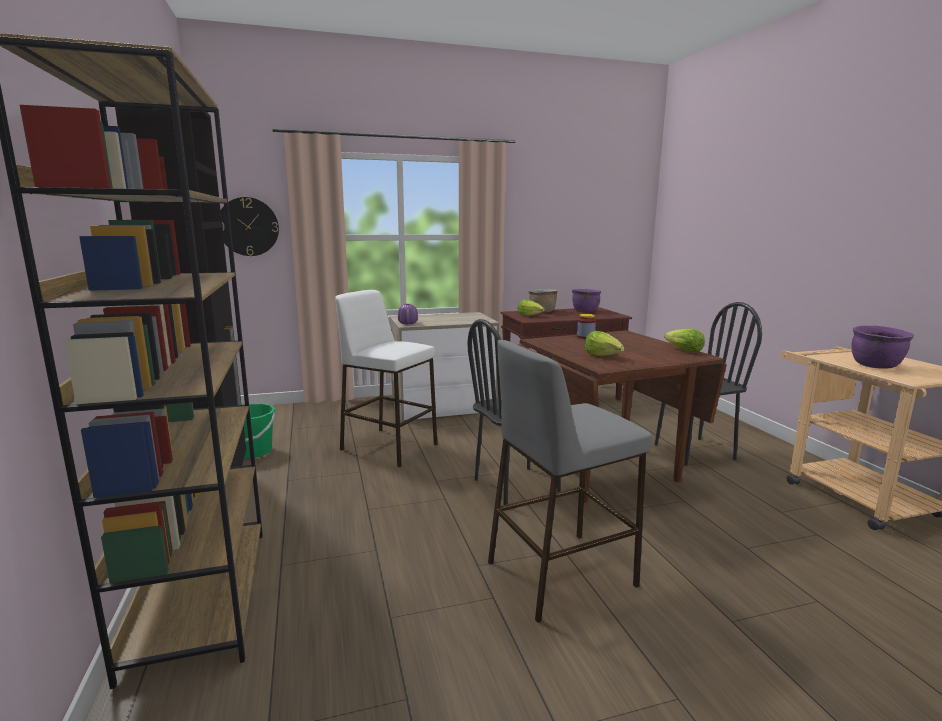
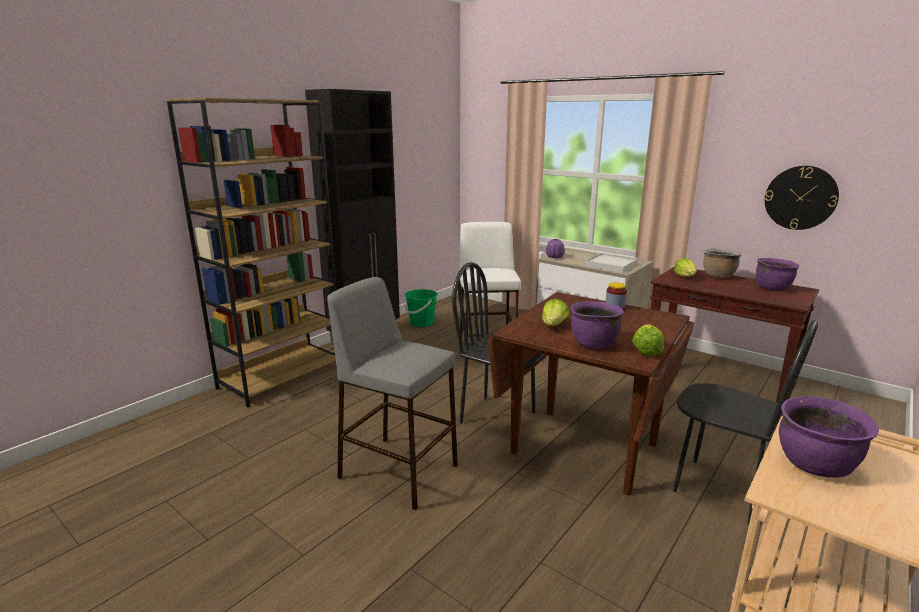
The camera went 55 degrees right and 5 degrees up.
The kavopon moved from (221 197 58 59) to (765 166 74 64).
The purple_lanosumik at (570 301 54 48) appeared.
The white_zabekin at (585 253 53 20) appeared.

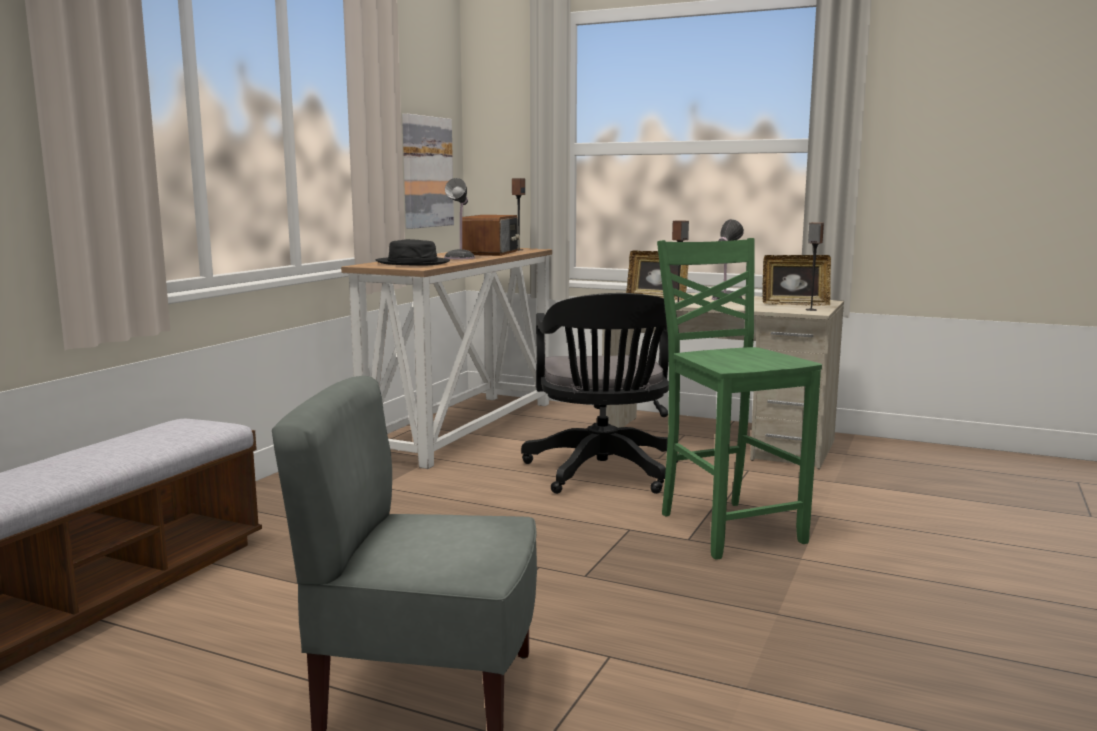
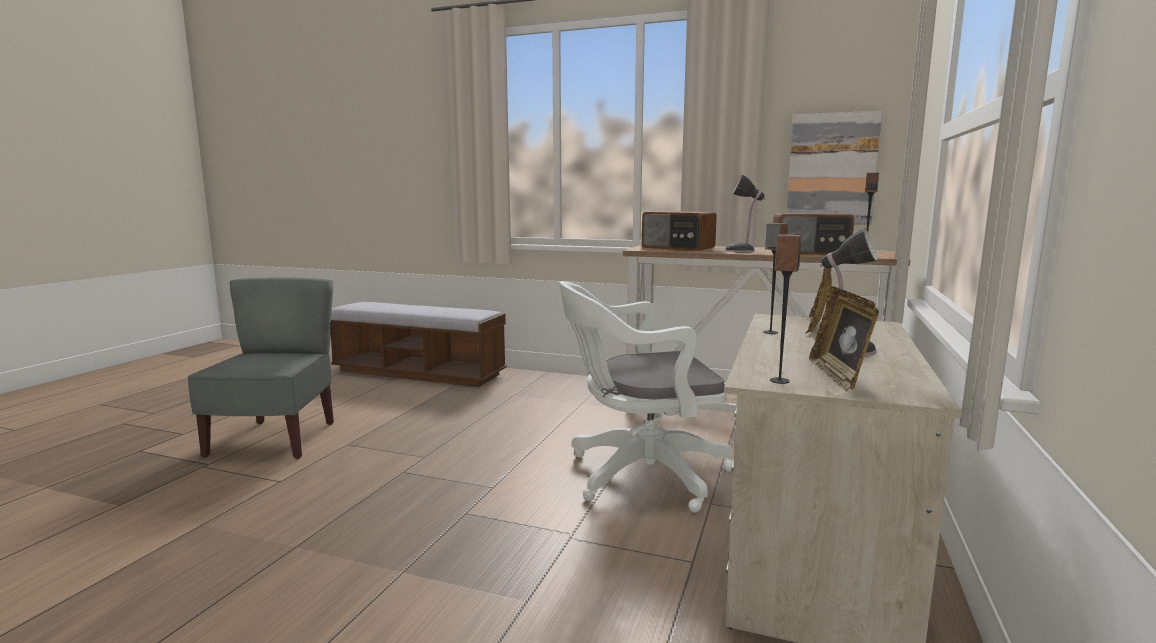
The camera went 85 degrees right and 0 degrees up.
The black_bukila at (376 239 74 27) was replaced by the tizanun at (642 211 75 40).
The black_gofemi at (521 293 157 201) became the white_gofemi at (559 281 174 232).
The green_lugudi at (657 238 165 322) disappeared.

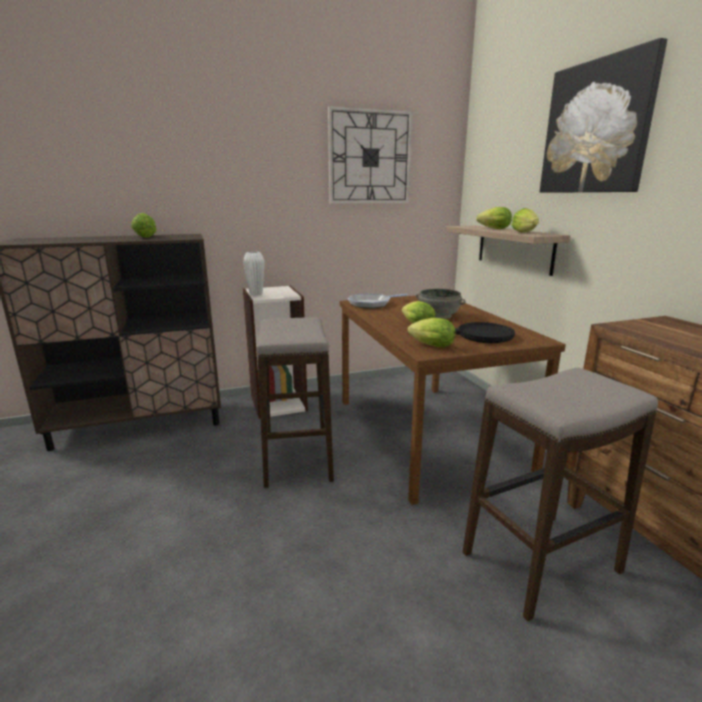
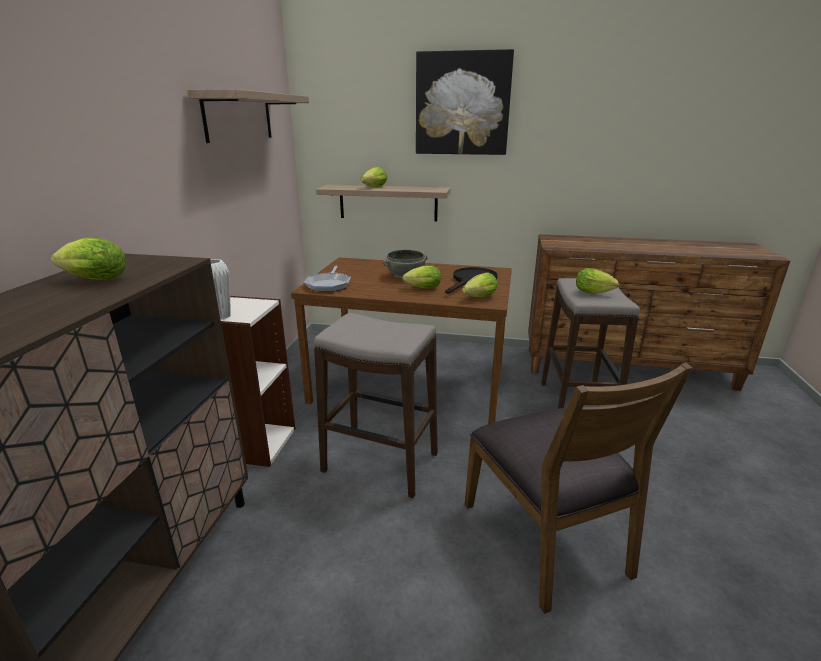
The camera went 60 degrees left and 5 degrees up.
The kavopon at (328 106 85 98) was replaced by the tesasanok at (187 89 122 54).
The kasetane moved from (512 208 27 25) to (576 268 43 26).
The brown_lugudi at (465 363 228 251) appeared.

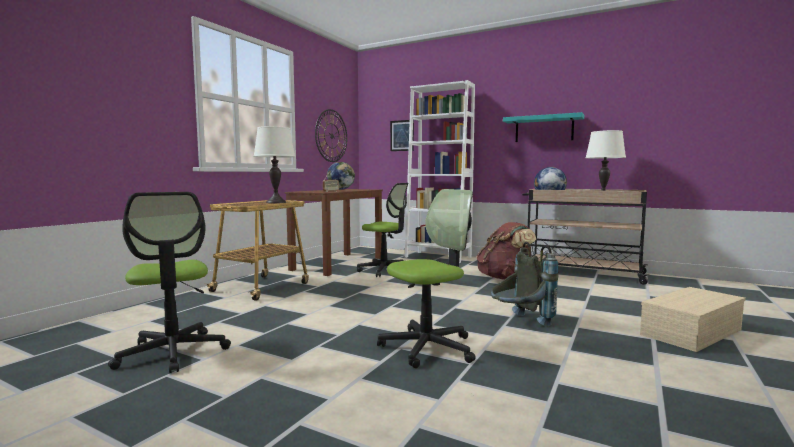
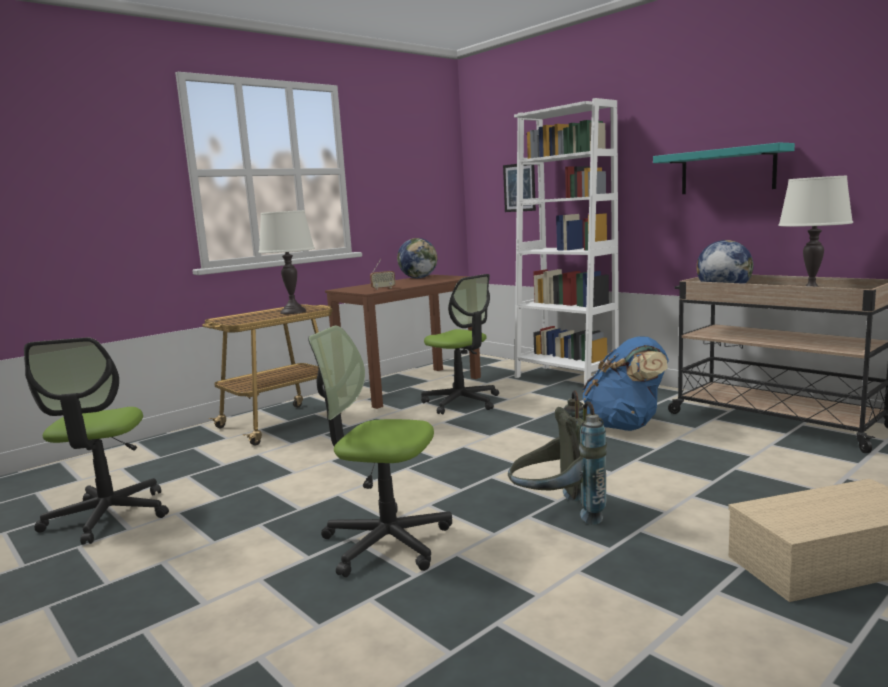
The camera went 20 degrees right and 5 degrees up.
The kavopon at (315 109 32 53) disappeared.
The gofemi at (377 189 99 179) turned 150 degrees counterclockwise.
The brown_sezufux at (476 222 60 58) became the blue_sezufux at (583 336 86 95).

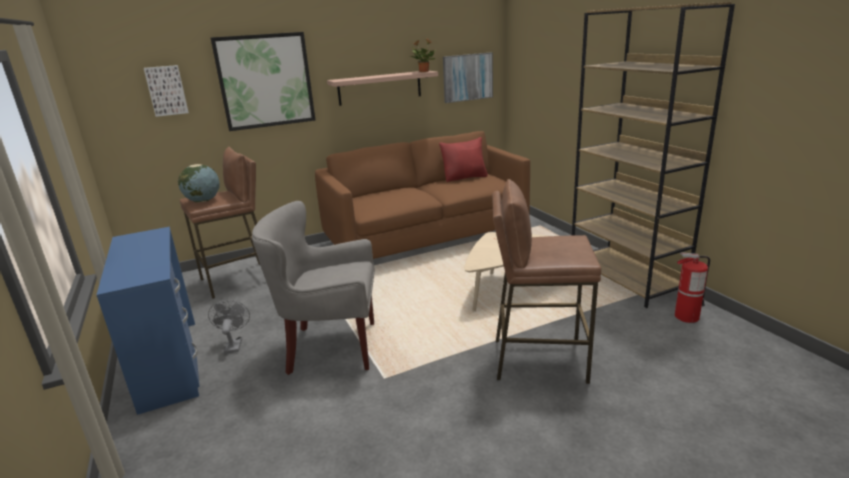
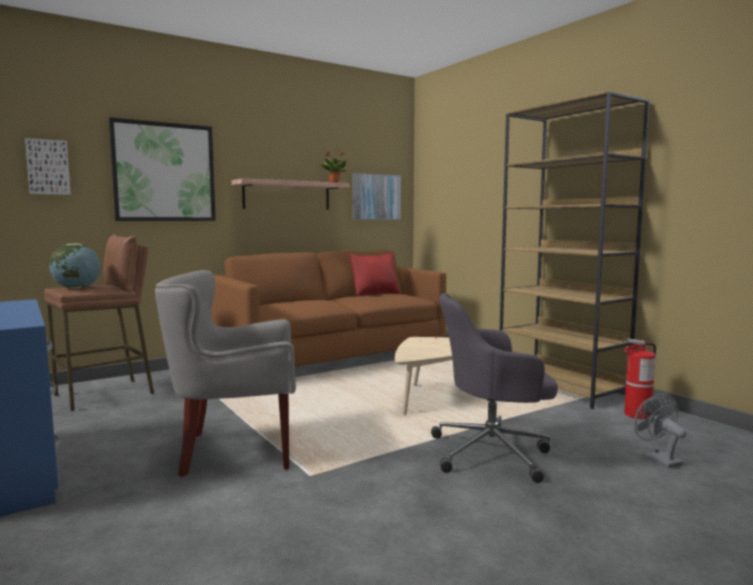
The camera went 10 degrees left and 15 degrees down.
The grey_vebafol moved from (208 300 42 54) to (635 393 52 75).
The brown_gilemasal at (492 179 109 205) was replaced by the grey_gofemi at (431 293 127 190).

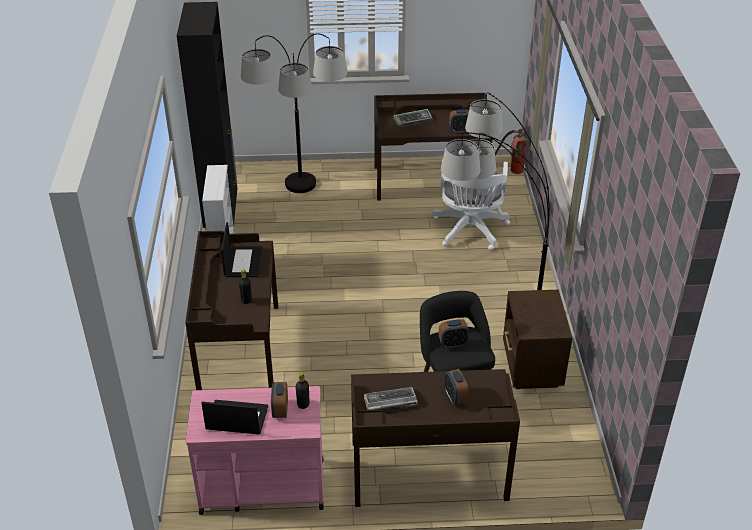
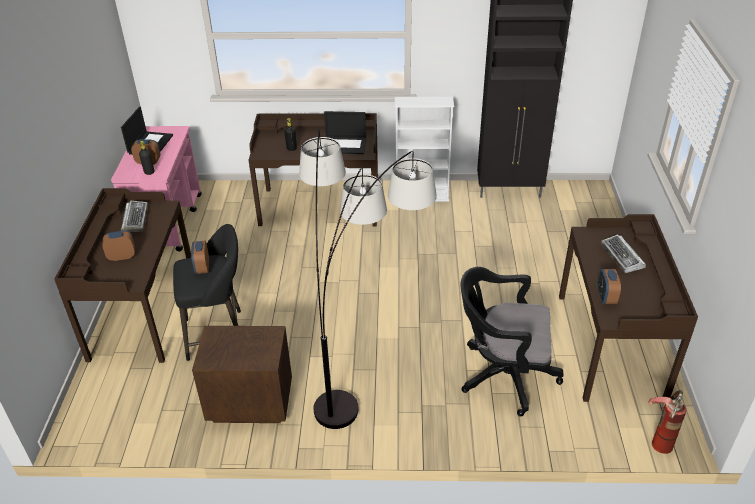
The camera went 95 degrees right and 0 degrees up.
The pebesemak at (241 33 107 160) disappeared.
The white_gofemi at (432 159 78 91) became the black_gofemi at (461 267 102 150).

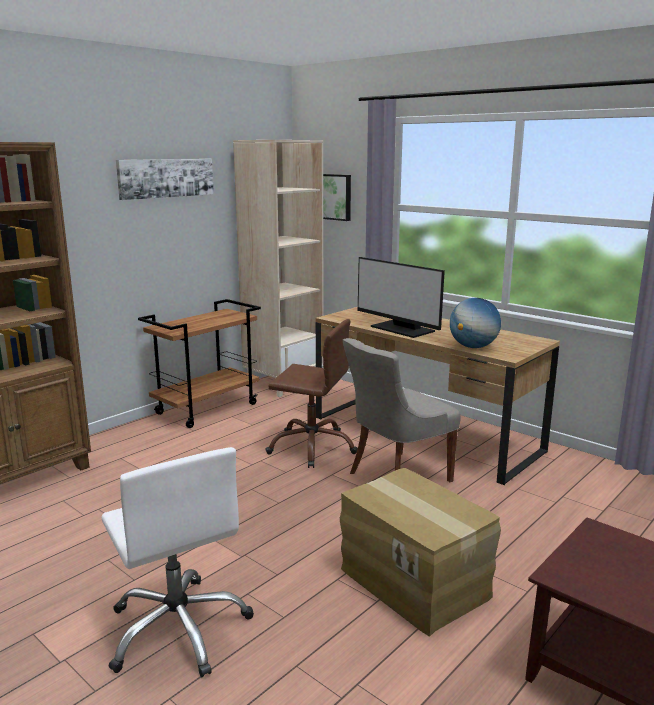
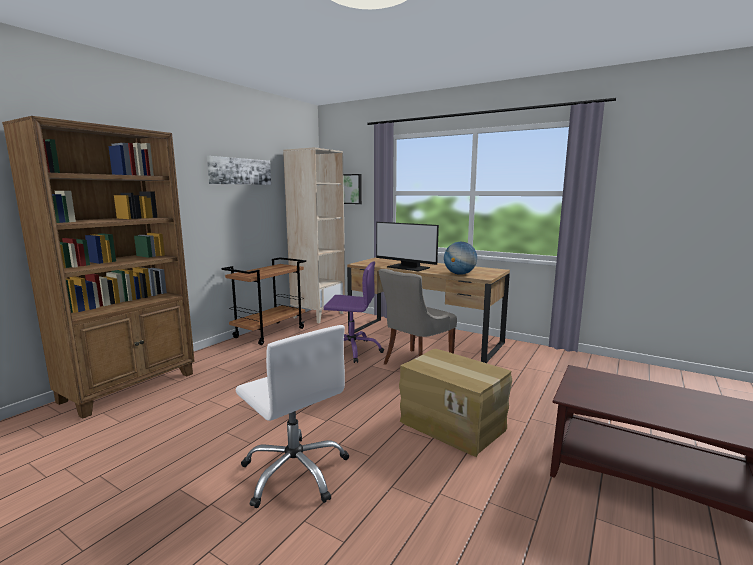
The camera went 10 degrees left and 5 degrees down.
The brown_gofemi at (265 319 93 149) became the purple_gofemi at (324 261 60 102).

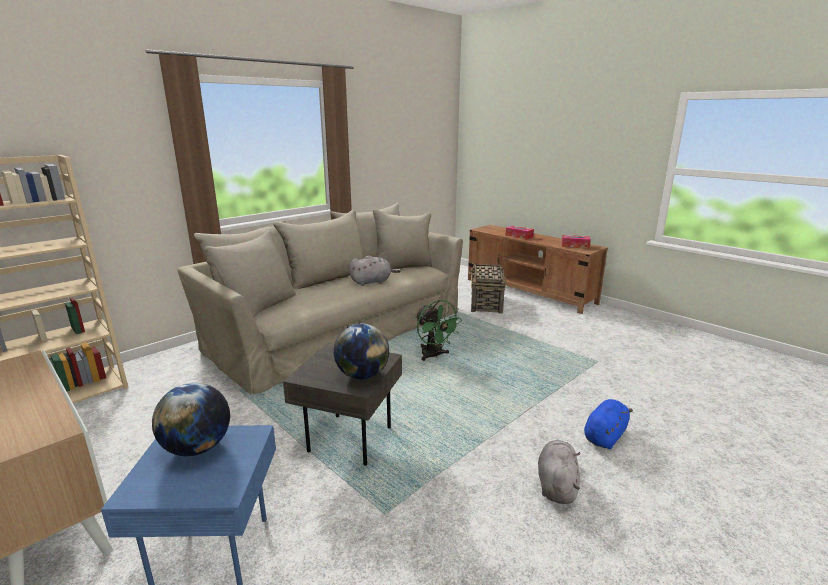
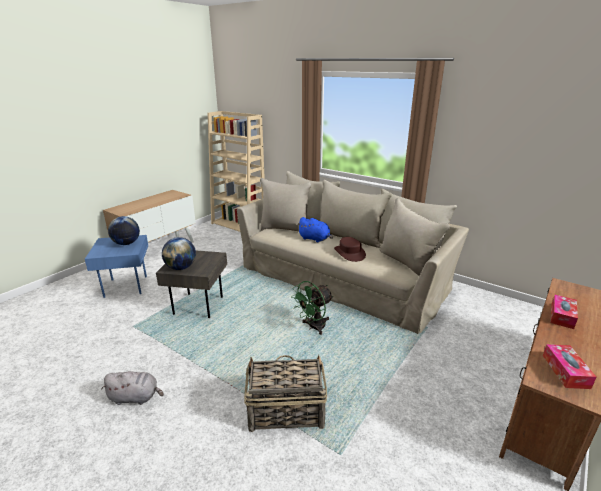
The camera went 80 degrees right and 5 degrees up.
The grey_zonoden at (349 256 51 30) was replaced by the brown_bukila at (334 237 32 25).
The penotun moved from (469 262 37 52) to (244 355 83 78).
The blue_zonoden moved from (584 399 49 50) to (297 217 36 26).

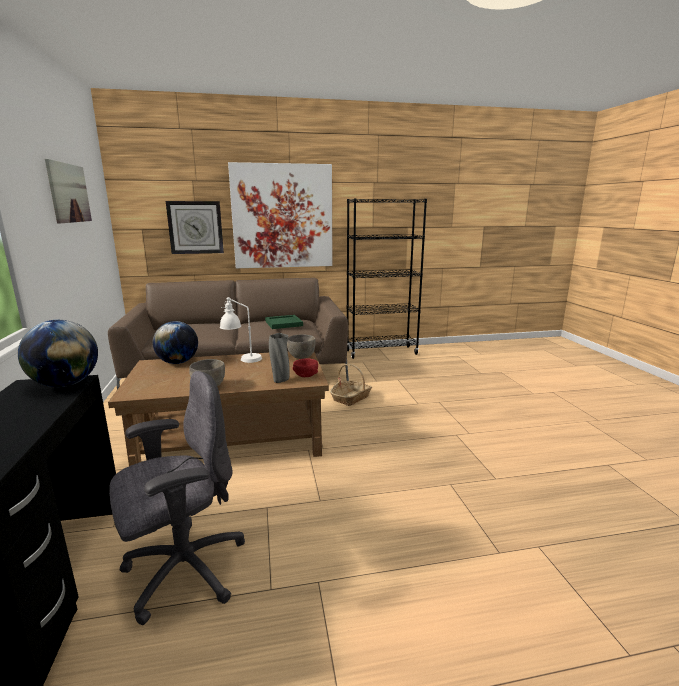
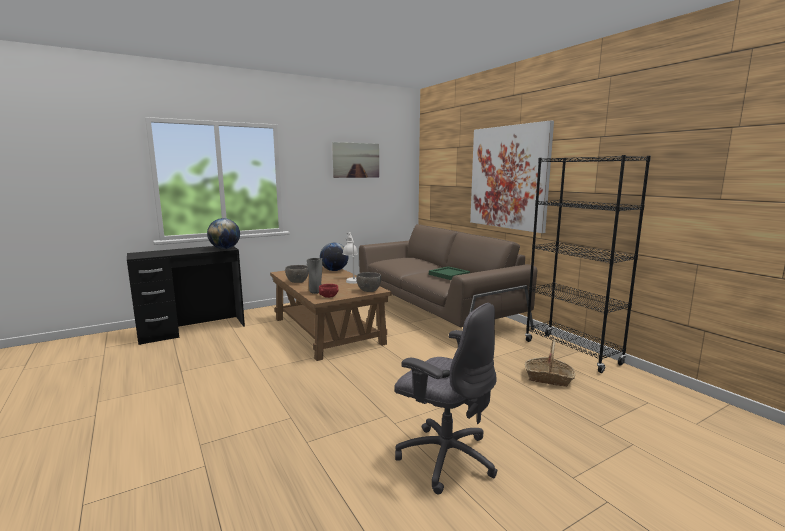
The camera went 70 degrees right and 5 degrees down.
The grey_gofemi moved from (109 371 136 254) to (394 303 104 191).
The kavopon at (166 201 58 53) disappeared.
The penotun moved from (330 364 42 42) to (525 340 50 47).

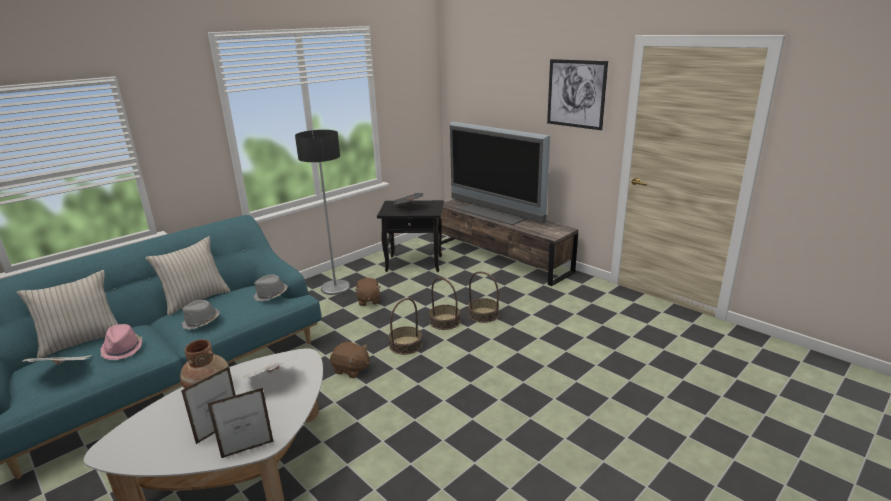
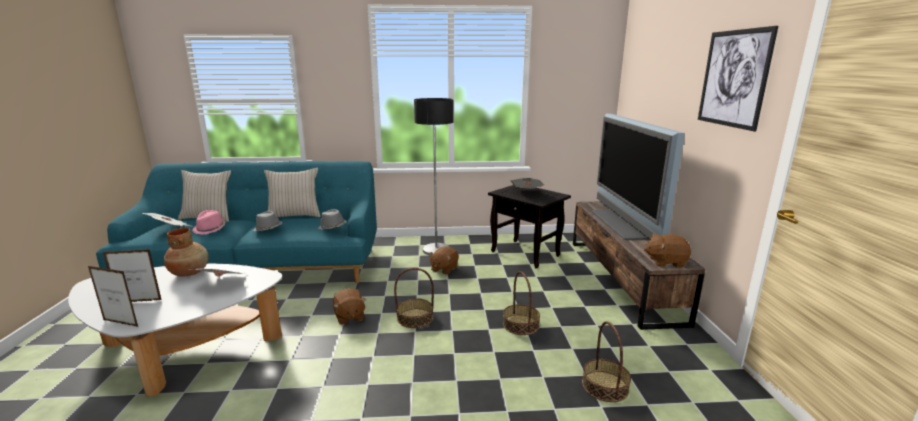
The camera went 40 degrees right and 5 degrees down.
The penotun moved from (429 277 32 53) to (582 321 49 81).
The brown_zonoden at (644 233 47 35) appeared.

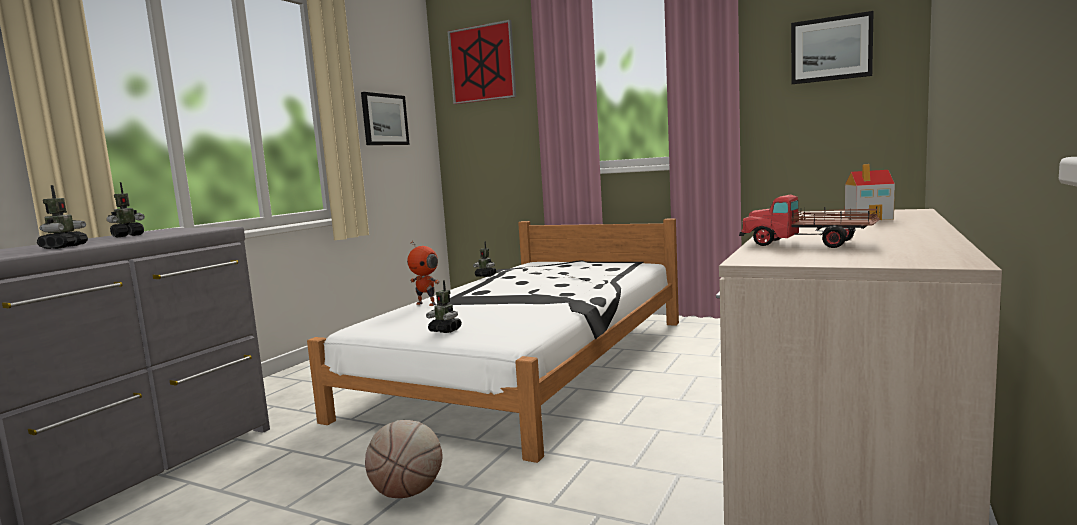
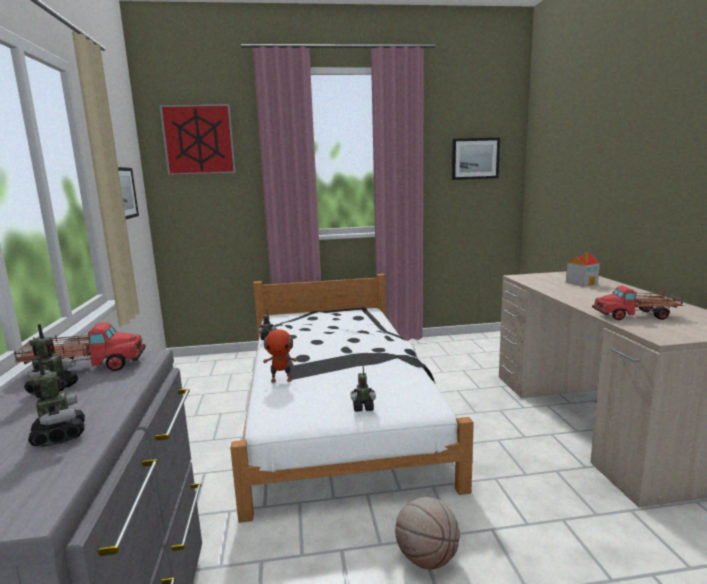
The camera went 35 degrees left and 5 degrees up.
The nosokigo at (14 322 132 49) appeared.

